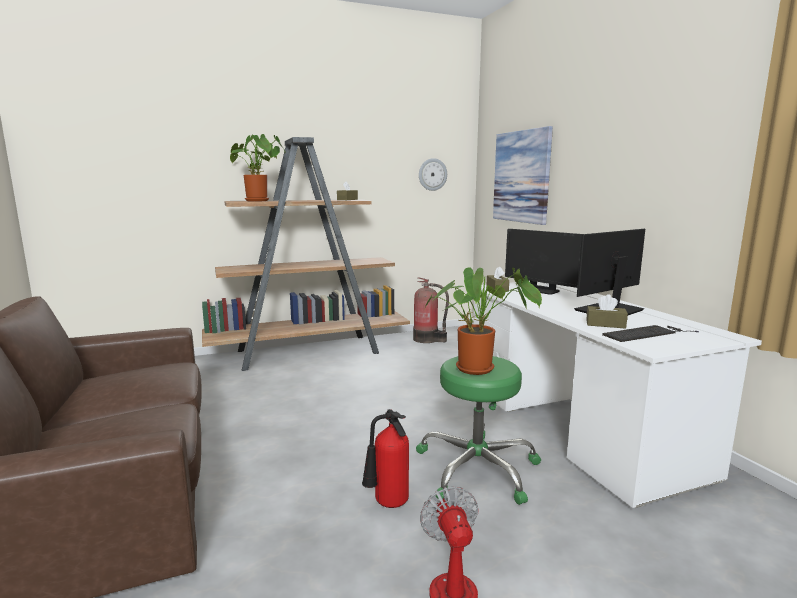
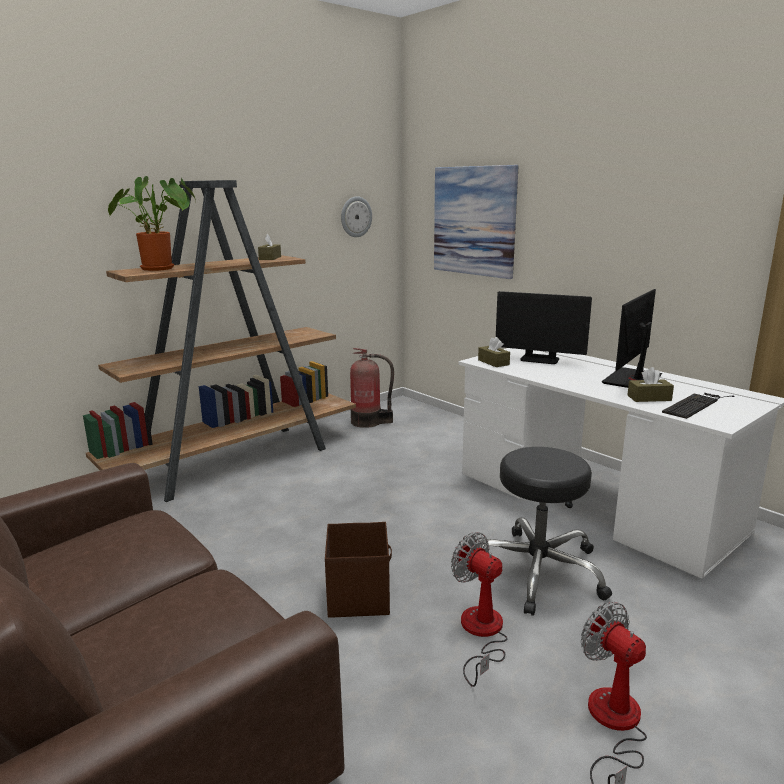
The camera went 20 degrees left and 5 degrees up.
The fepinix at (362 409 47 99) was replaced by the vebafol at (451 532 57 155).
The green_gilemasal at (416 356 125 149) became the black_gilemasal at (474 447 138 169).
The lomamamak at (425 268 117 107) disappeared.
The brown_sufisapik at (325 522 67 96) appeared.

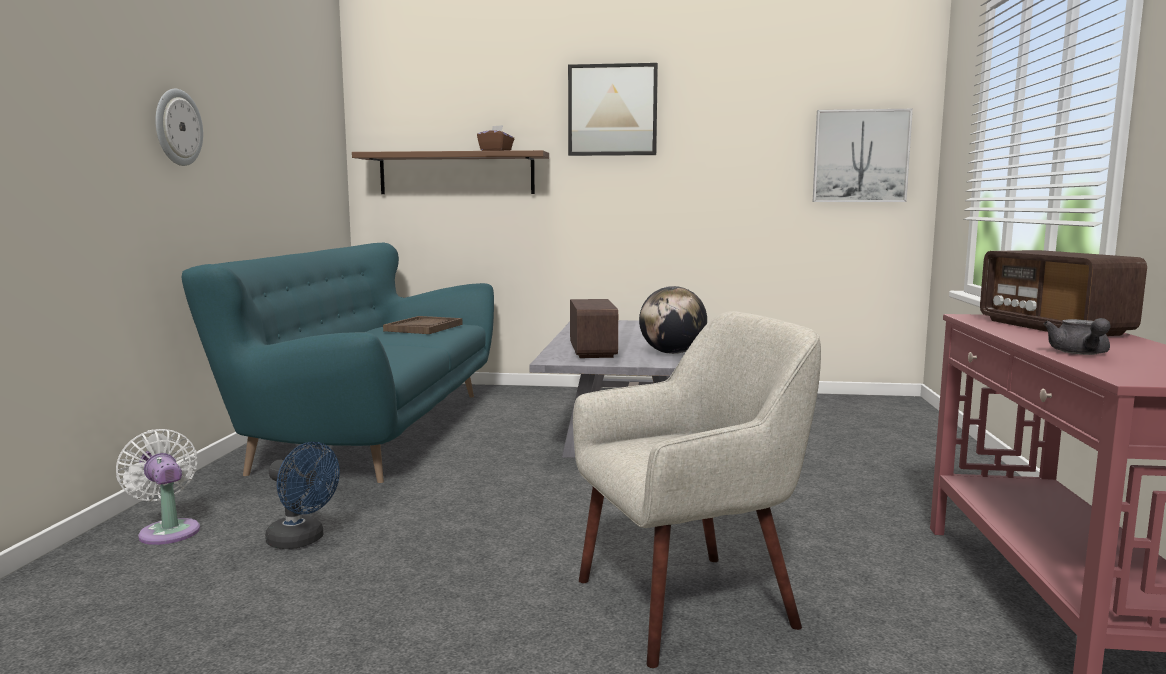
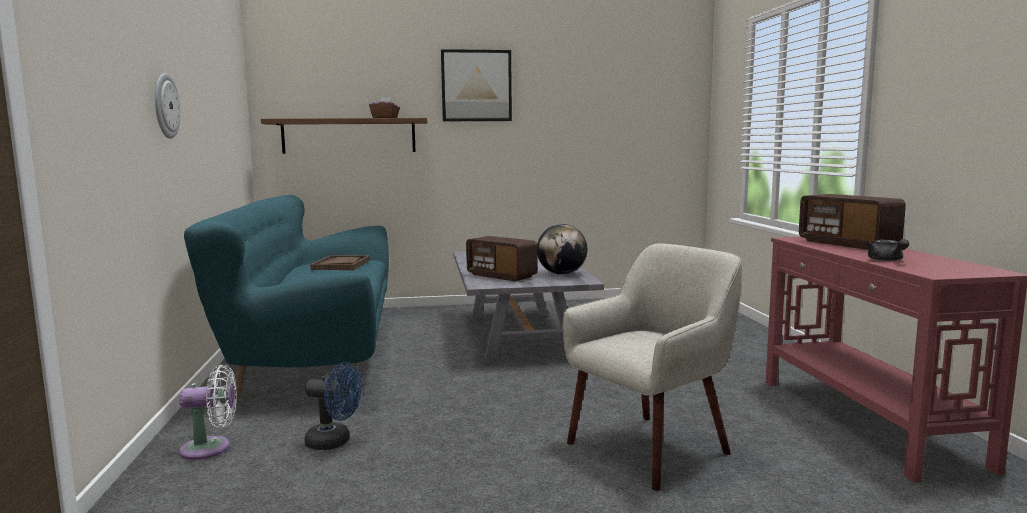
The camera went 15 degrees left and 0 degrees up.
The white_vebafol at (116 429 84 116) turned 135 degrees clockwise.
The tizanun at (570 299 48 59) turned 150 degrees clockwise.
The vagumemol at (813 109 100 93) disappeared.

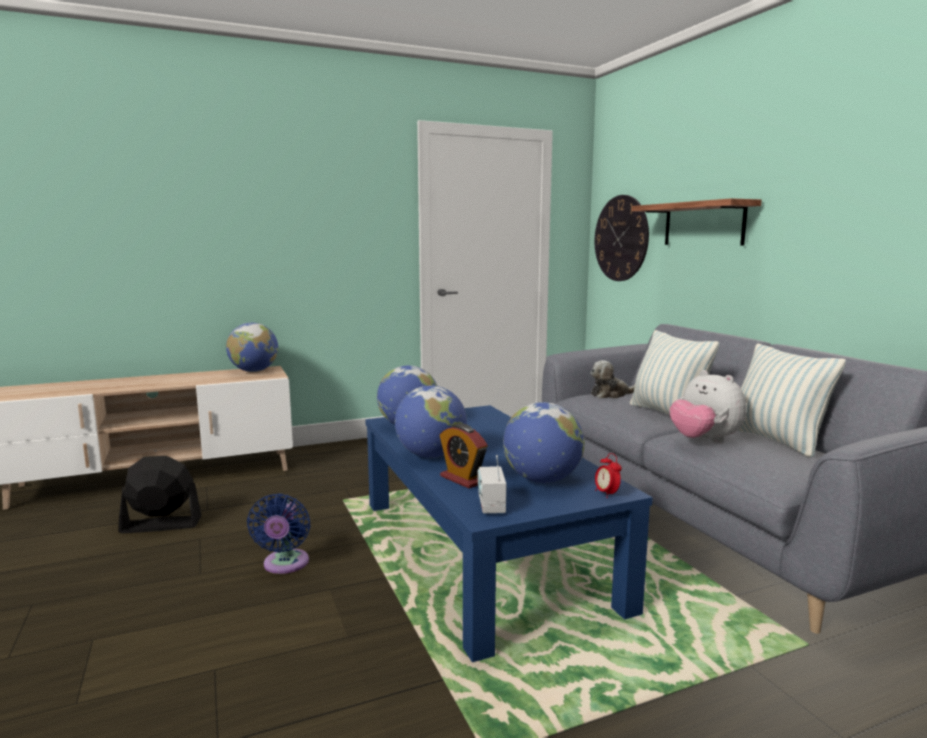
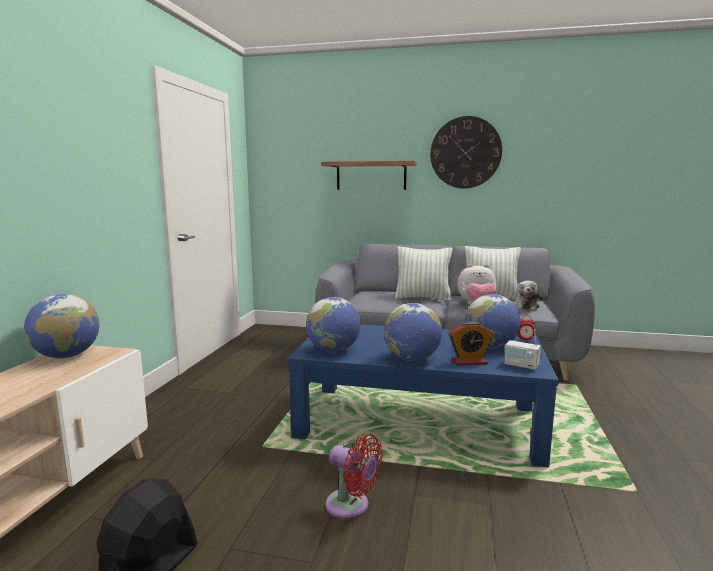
The camera went 55 degrees left and 0 degrees up.
The blue_vebafol at (247 494 63 80) became the red_vebafol at (325 434 58 85).
The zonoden moved from (590 360 45 39) to (514 281 29 29).
The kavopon moved from (595 195 54 86) to (430 116 72 73).

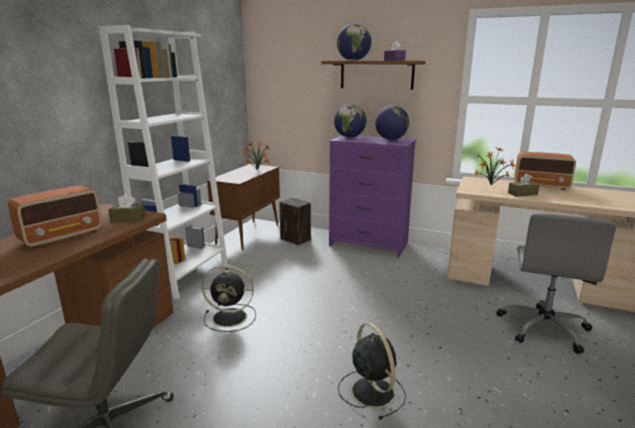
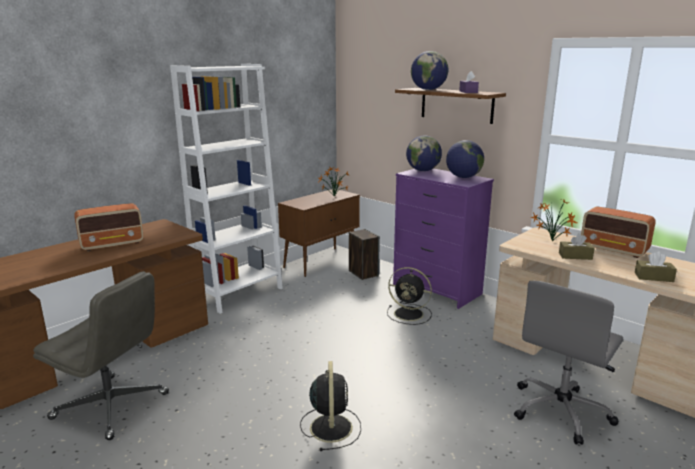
The camera went 20 degrees right and 0 degrees up.
The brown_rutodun moved from (108 194 38 28) to (635 251 42 31).
The black_vebafol moved from (202 265 54 67) to (387 267 45 58).

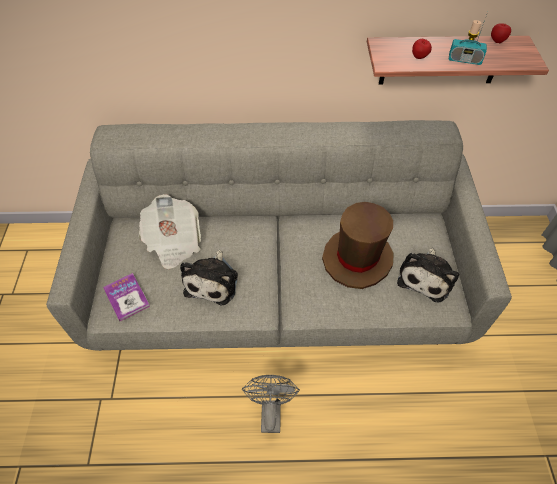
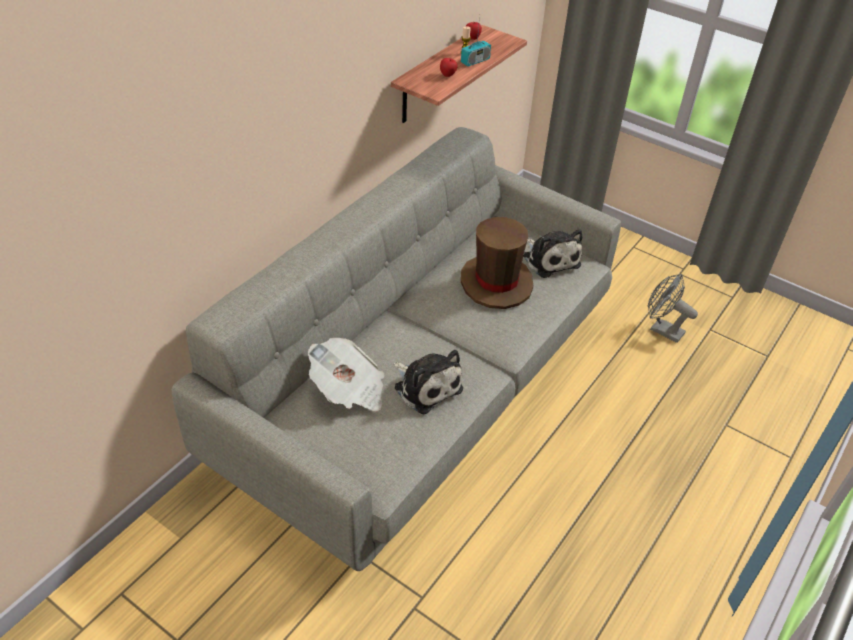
The camera went 55 degrees left and 10 degrees down.
The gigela at (103 273 47 48) disappeared.
The grey_vebafol moved from (242 375 58 58) to (647 274 51 69).

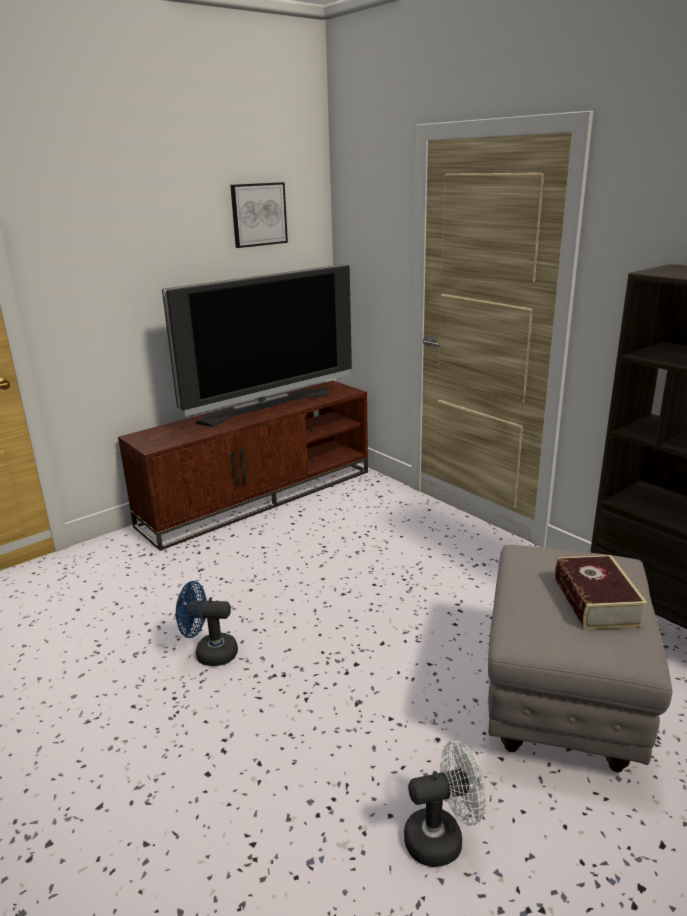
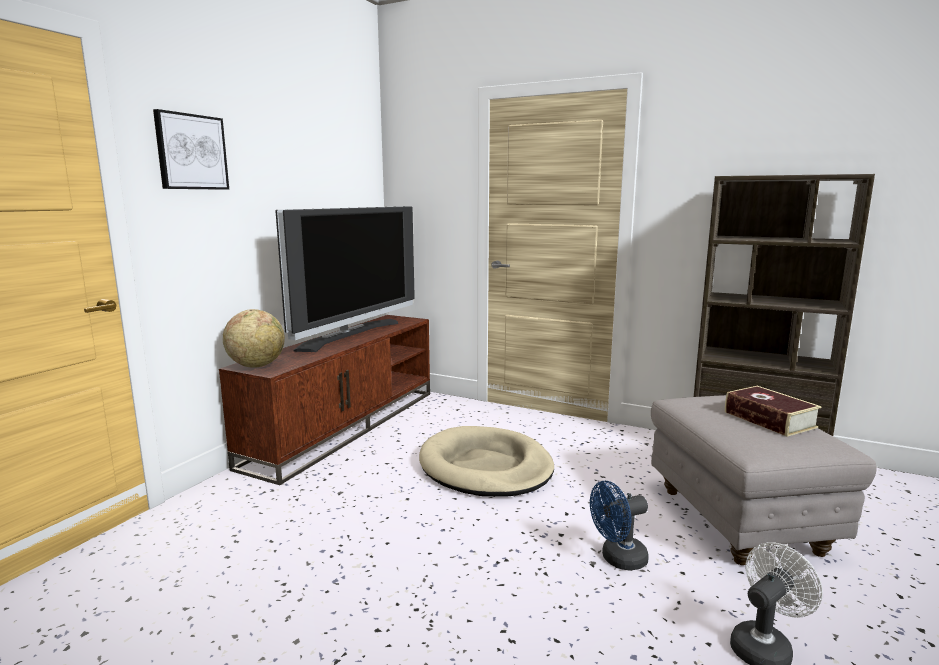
The camera went 25 degrees left and 10 degrees down.
The blue_vebafol moved from (176 581 62 85) to (590 481 59 90).
The vagumemol moved from (230 182 58 66) to (153 109 76 81).
The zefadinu at (223 309 62 59) appeared.
The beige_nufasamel at (419 426 135 71) appeared.

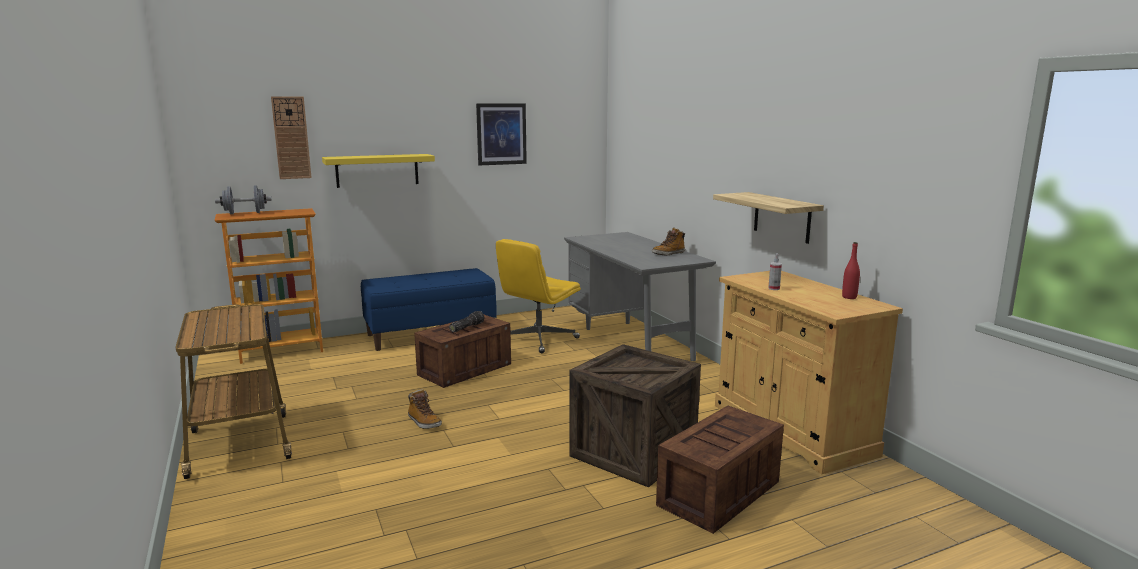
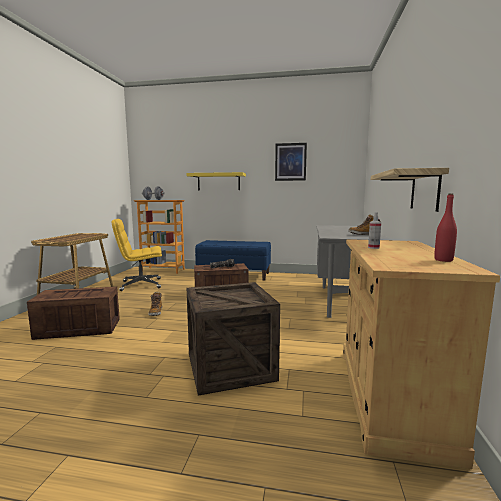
The camera went 35 degrees right and 5 degrees down.
The kavopon at (271 96 41 83) disappeared.
The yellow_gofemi moved from (496 239 85 114) to (112 219 50 72).
The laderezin moved from (656 406 128 128) to (27 287 93 53).

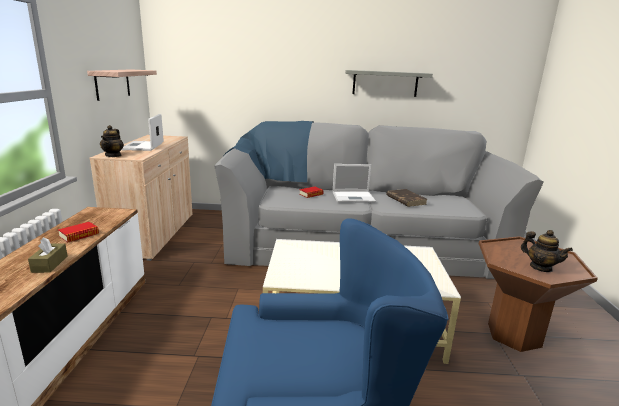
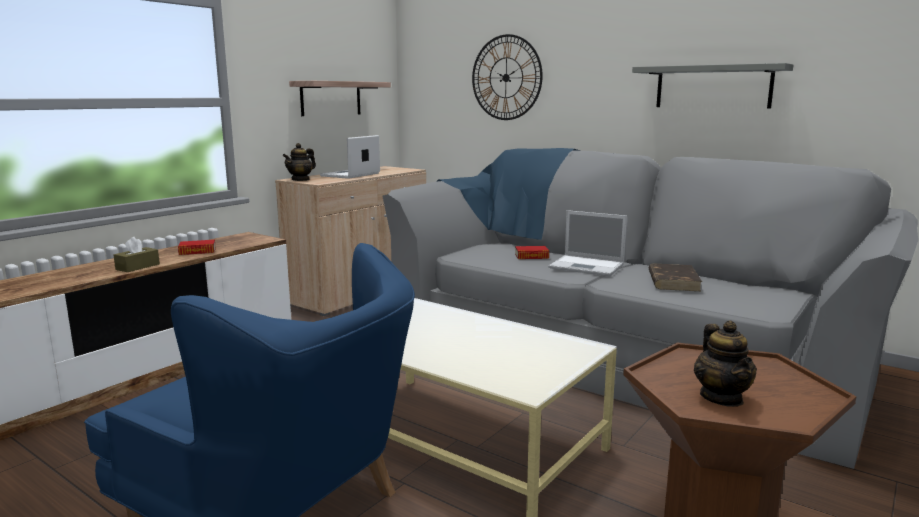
The camera went 35 degrees right and 5 degrees down.
The kavopon at (472 34 71 86) appeared.

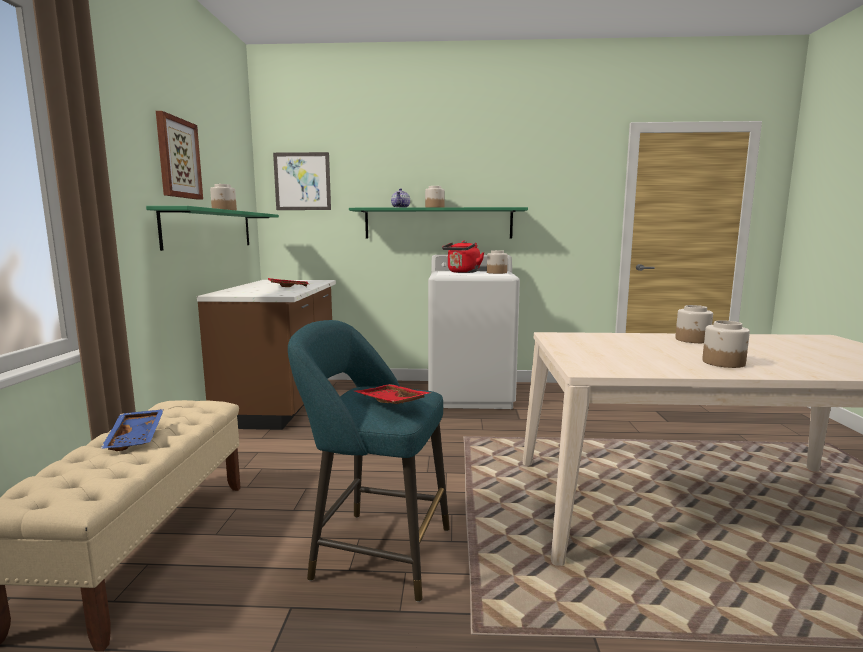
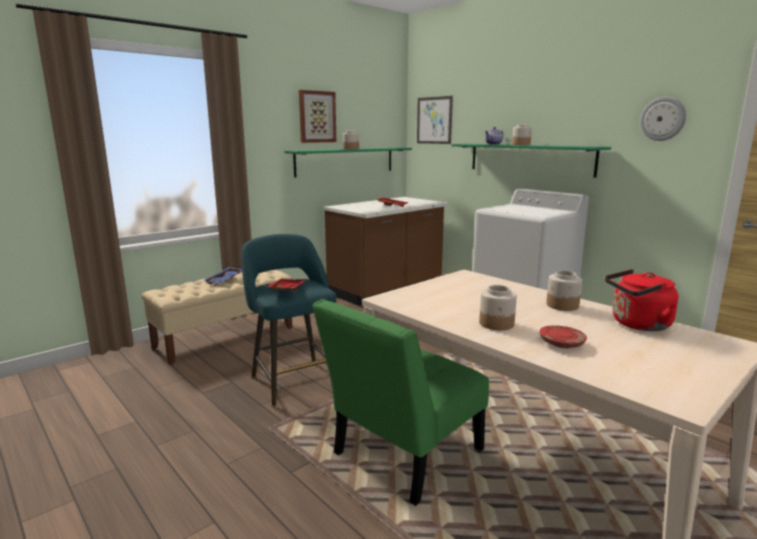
The camera went 45 degrees right and 5 degrees up.
The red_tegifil moved from (442 241 42 32) to (605 269 73 62).
The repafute at (487 250 21 24) disappeared.
The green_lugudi at (312 299 177 207) appeared.
The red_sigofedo at (539 325 48 23) appeared.
The kavopon at (640 97 46 44) appeared.

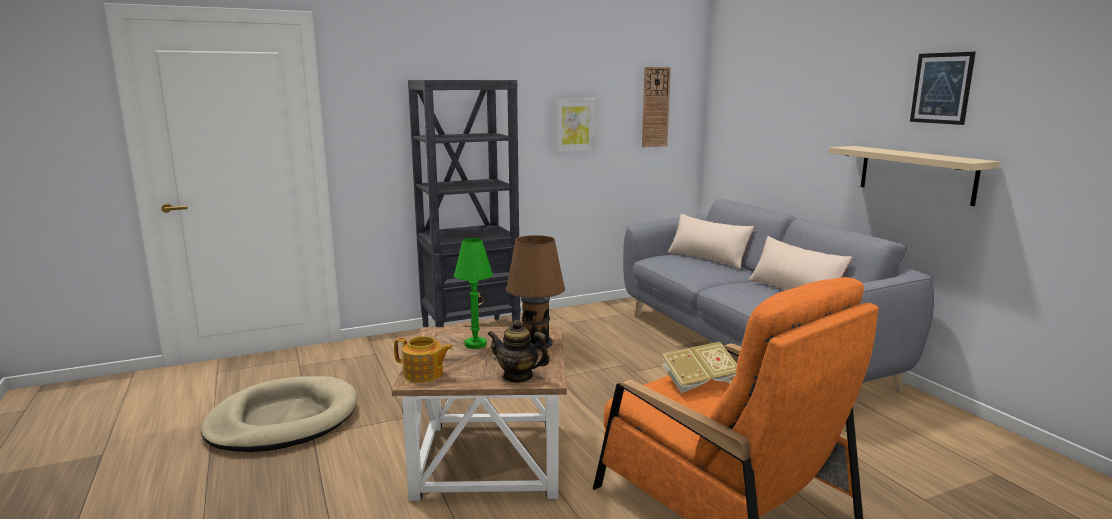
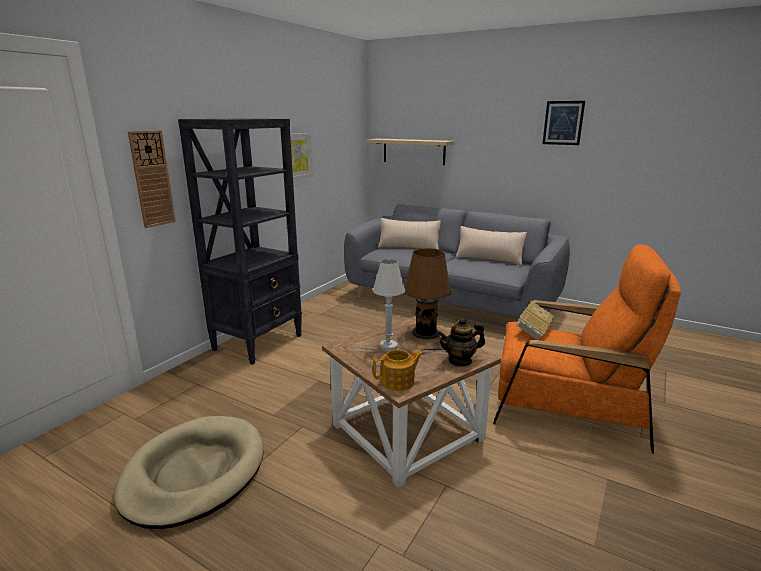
The camera went 35 degrees left and 5 degrees up.
The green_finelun at (454 238 39 111) became the white_finelun at (373 259 32 92).
The kavopon moved from (642 67 29 80) to (128 130 48 98).
The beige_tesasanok moved from (829 146 171 60) to (367 139 87 26).

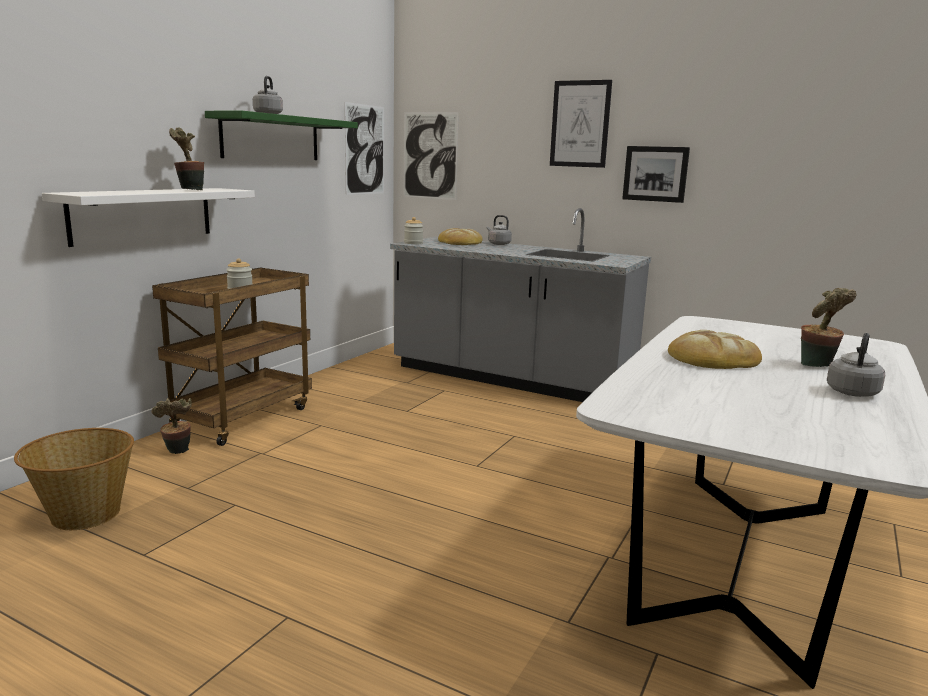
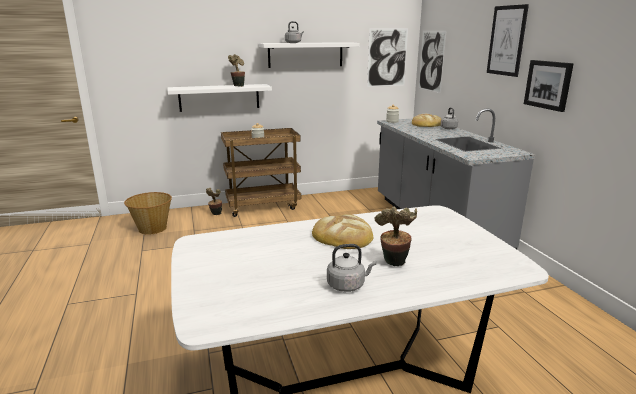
The camera went 45 degrees right and 5 degrees up.
The green_tesasanok at (205 111 153 49) became the white_tesasanok at (259 42 101 26).

